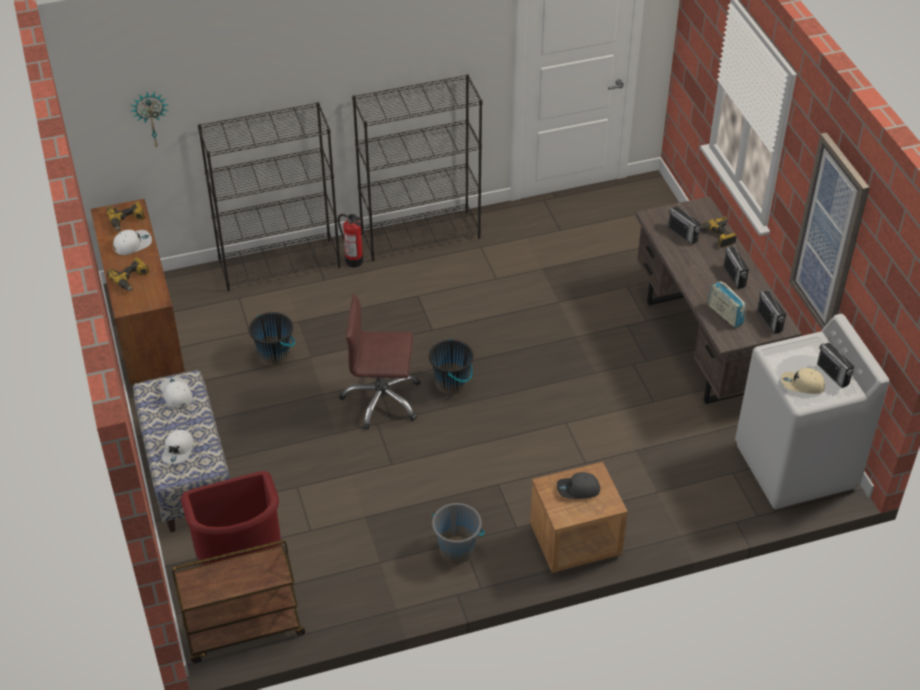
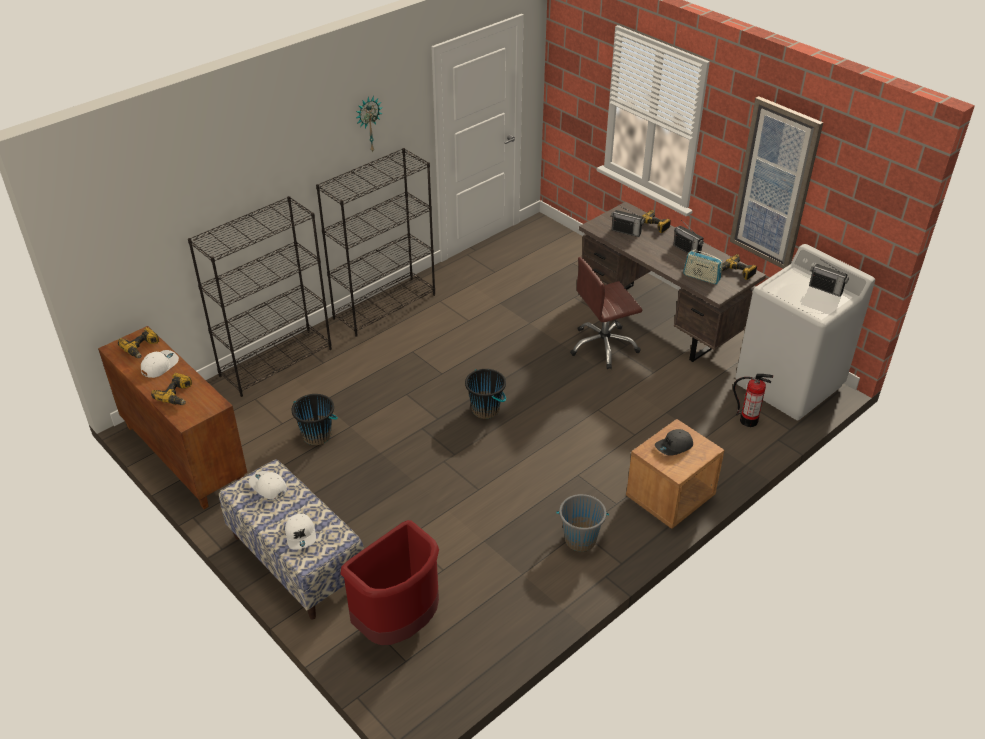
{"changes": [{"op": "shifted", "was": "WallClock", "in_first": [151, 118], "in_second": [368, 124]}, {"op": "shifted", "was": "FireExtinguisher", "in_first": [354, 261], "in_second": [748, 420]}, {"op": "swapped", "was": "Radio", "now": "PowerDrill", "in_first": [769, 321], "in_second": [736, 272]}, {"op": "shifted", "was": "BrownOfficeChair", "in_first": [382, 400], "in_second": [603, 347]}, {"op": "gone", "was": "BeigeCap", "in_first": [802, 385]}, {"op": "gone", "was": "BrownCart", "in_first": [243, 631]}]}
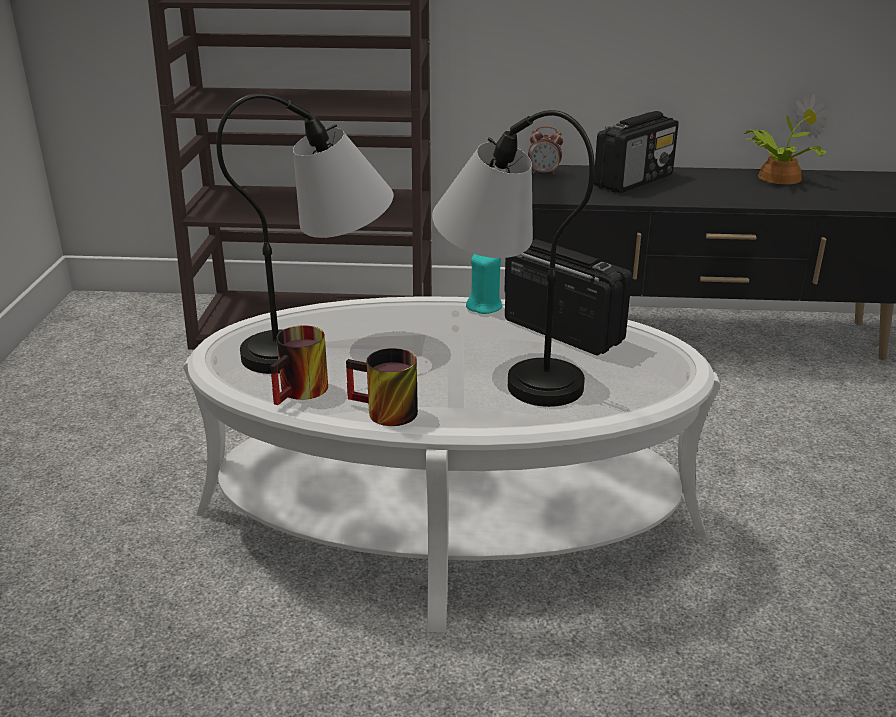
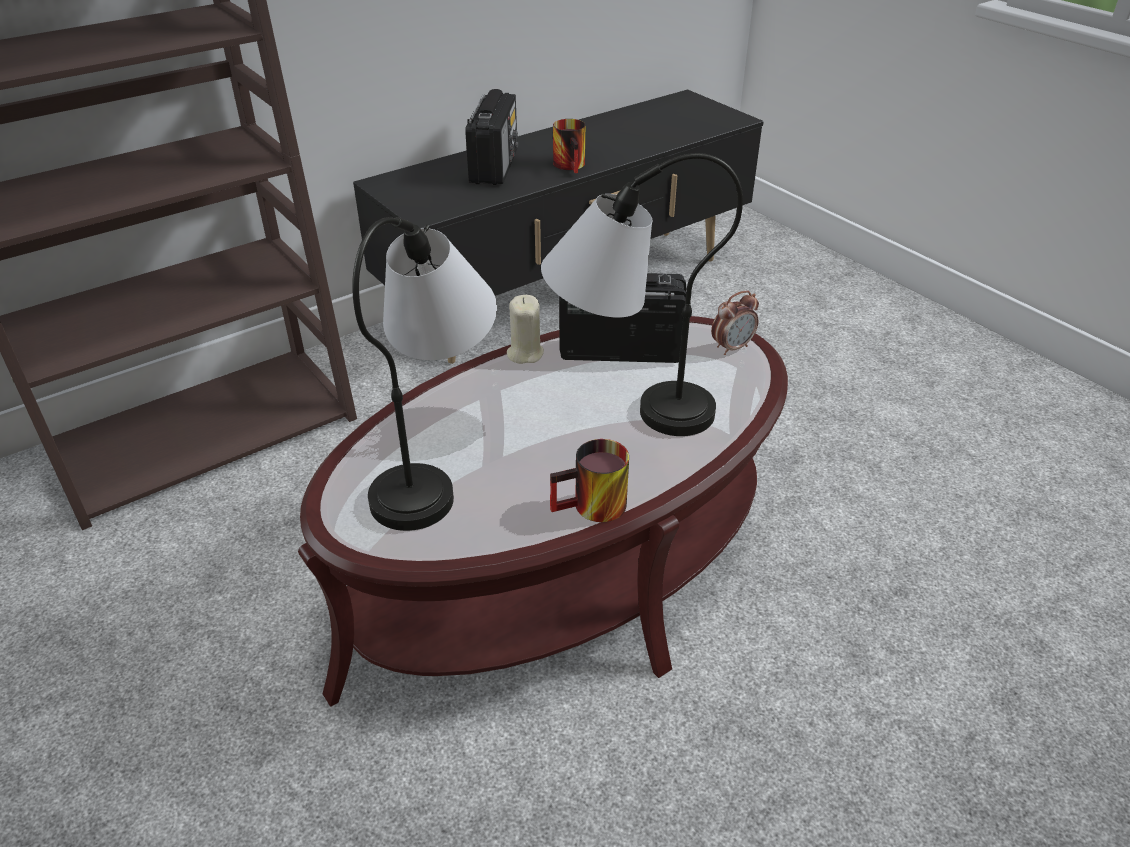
{"changes": [{"op": "gone", "was": "PottedPlant", "in_first": [776, 177]}, {"op": "shifted", "was": "AlarmClock", "in_first": [544, 173], "in_second": [732, 347]}, {"op": "repainted", "was": "TurquoiseCandle", "now": "BeigeCandle", "in_first": [484, 306], "in_second": [525, 353]}, {"op": "repainted", "was": "WhiteCoffeeTable", "now": "BrownCoffeeTable", "in_first": [448, 522], "in_second": [565, 570]}, {"op": "shifted", "was": "Mug", "in_first": [303, 392], "in_second": [573, 165]}]}
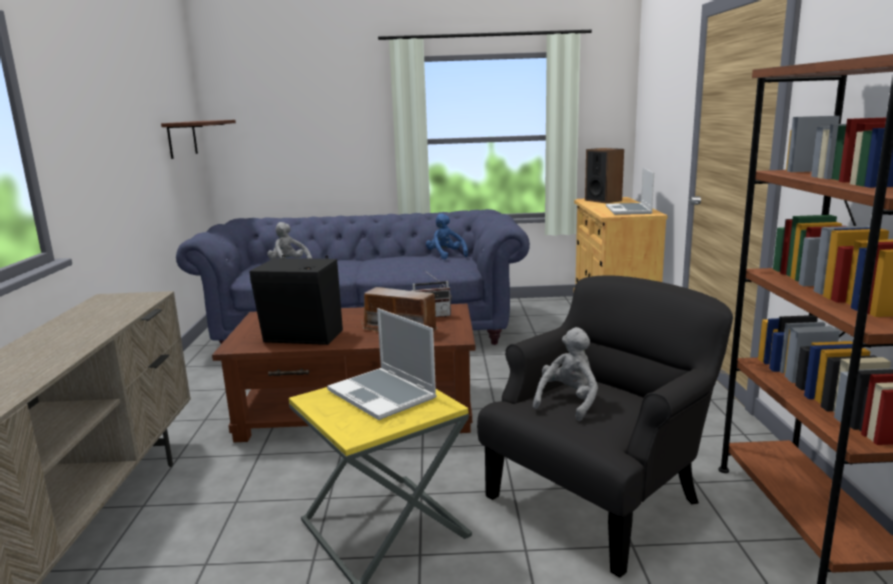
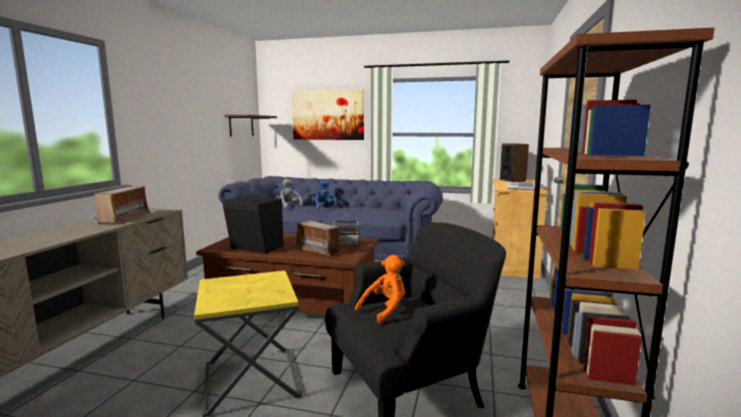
{"changes": [{"op": "shifted", "was": "BluePlushToy", "in_first": [445, 255], "in_second": [324, 207]}, {"op": "gone", "was": "Laptop", "in_first": [383, 395]}, {"op": "repainted", "was": "GreyPlushToy", "now": "OrangePlushToy", "in_first": [568, 402], "in_second": [385, 310]}, {"op": "new", "now": "Picture", "in_second": [328, 115]}, {"op": "new", "now": "Radio", "in_second": [124, 218]}]}
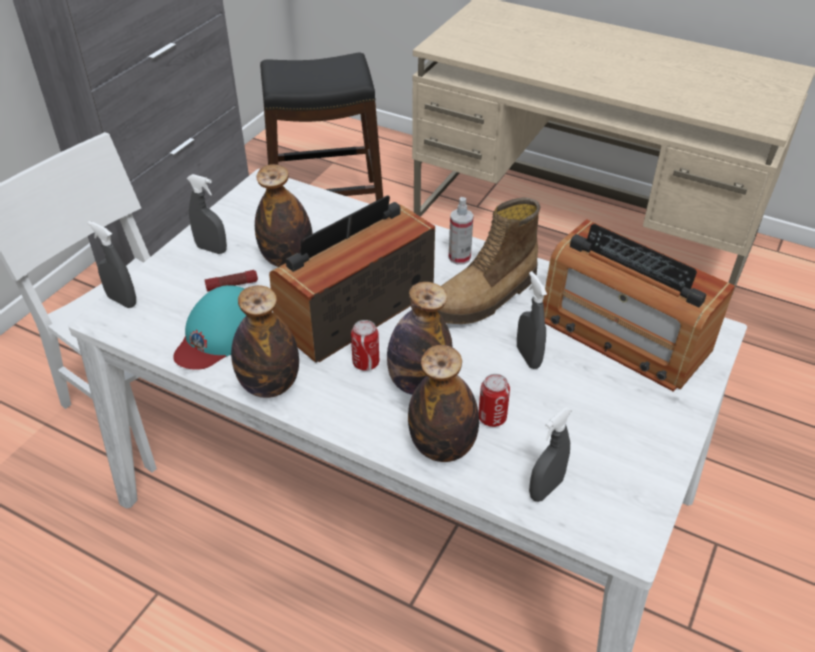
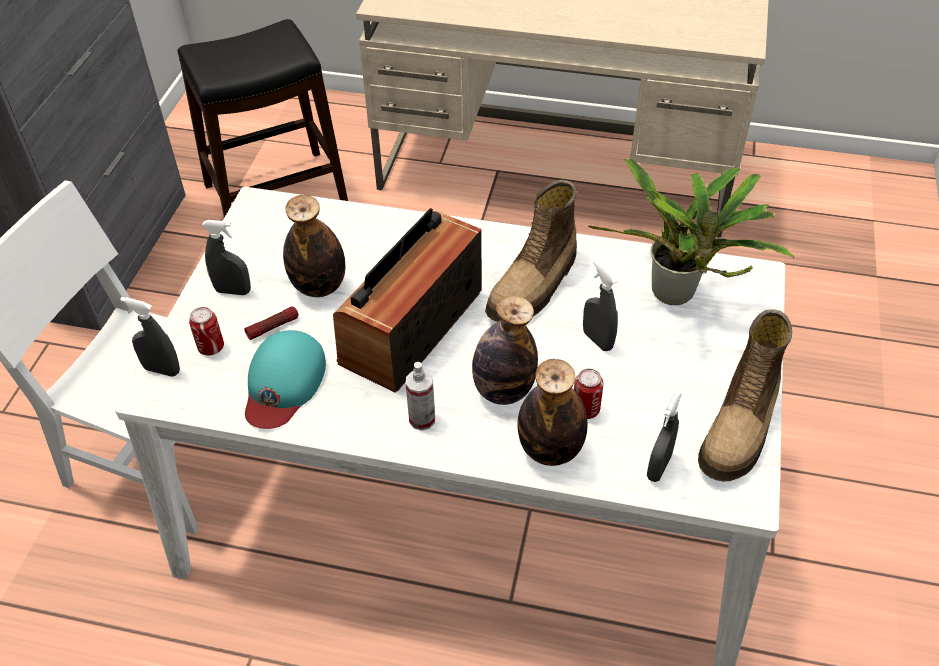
{"changes": [{"op": "shifted", "was": "SprayBottle", "in_first": [459, 257], "in_second": [422, 419]}, {"op": "swapped", "was": "Radio", "now": "PottedPlant", "in_first": [623, 334], "in_second": [677, 297]}, {"op": "gone", "was": "Bottle", "in_first": [270, 385]}, {"op": "shifted", "was": "Can", "in_first": [366, 363], "in_second": [211, 347]}, {"op": "new", "now": "Boot", "in_second": [740, 428]}]}
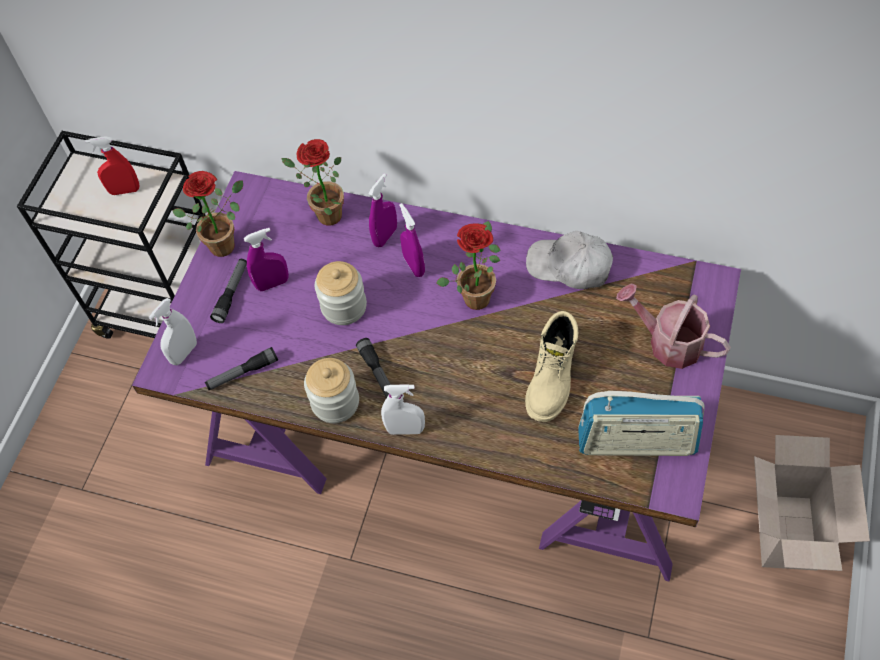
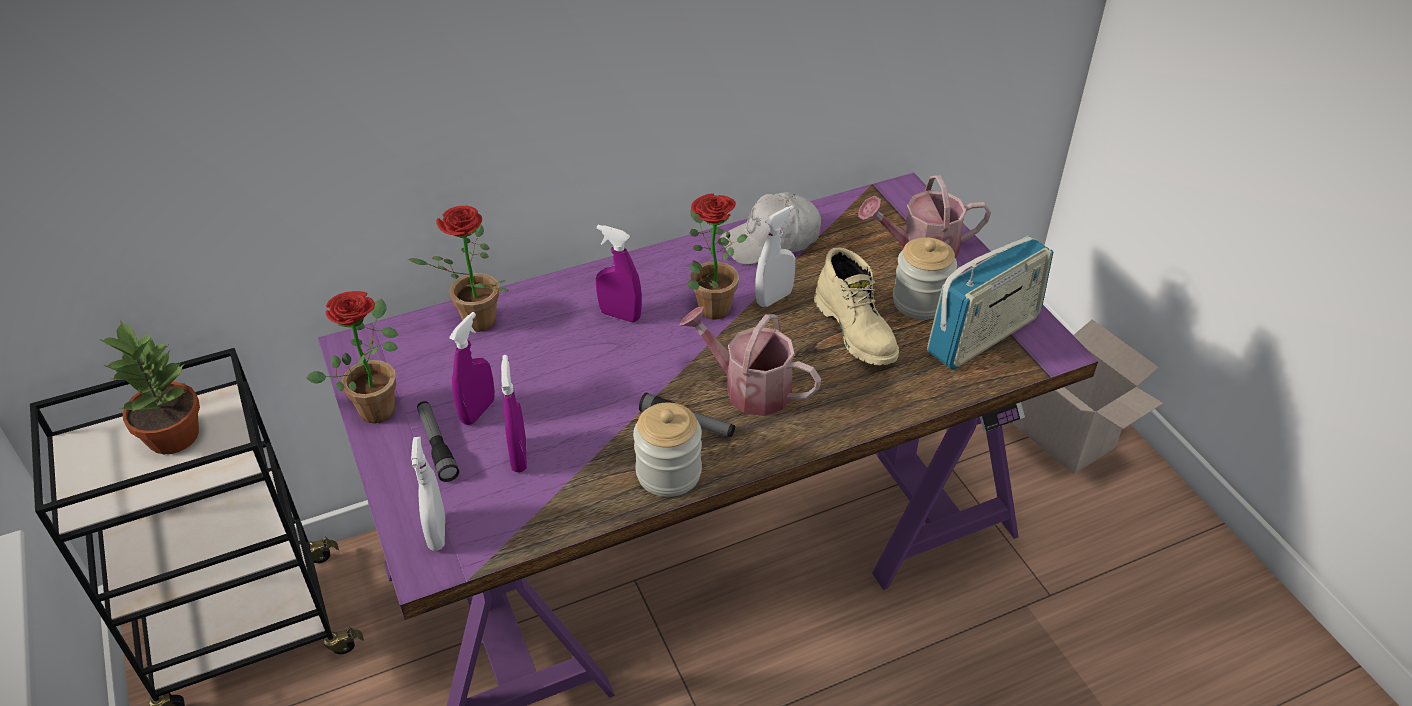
{"changes": [{"op": "swapped", "was": "RedSprayBottle", "now": "PottedPlant", "in_first": [124, 190], "in_second": [172, 435]}, {"op": "shifted", "was": "PurpleSprayBottle", "in_first": [385, 236], "in_second": [519, 456]}, {"op": "shifted", "was": "Jar", "in_first": [344, 306], "in_second": [920, 302]}, {"op": "gone", "was": "Flashlight", "in_first": [242, 373]}, {"op": "shifted", "was": "WhiteSprayBottle", "in_first": [405, 430], "in_second": [774, 298]}, {"op": "new", "now": "WateringCan", "in_second": [749, 388]}]}
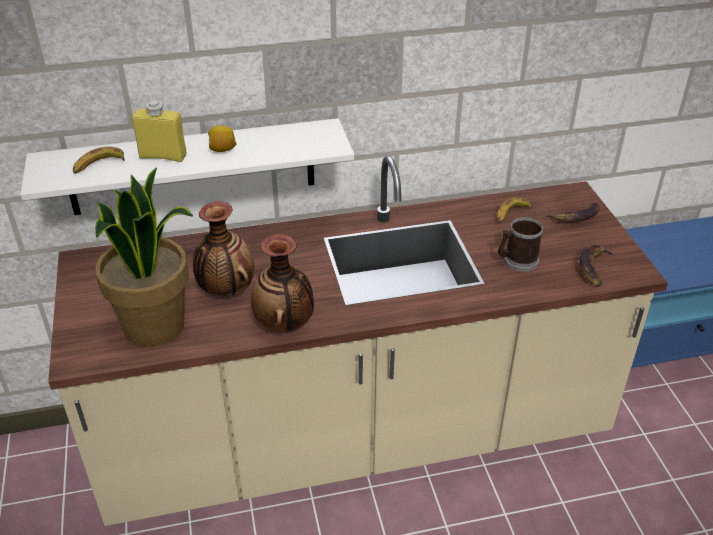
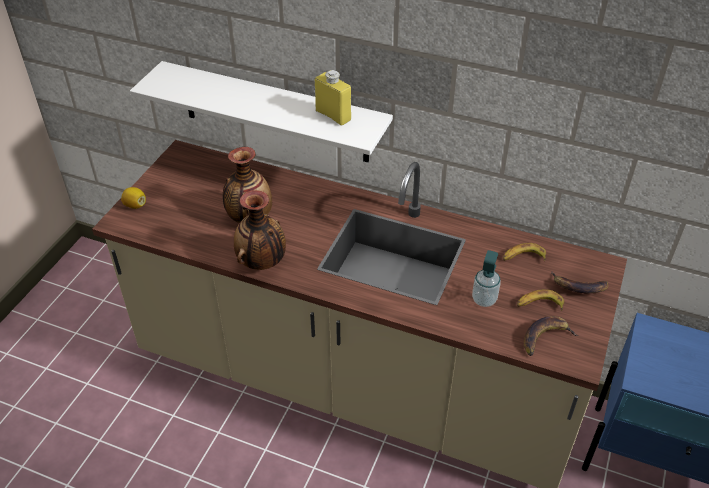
{"changes": [{"op": "shifted", "was": "YellowBottle", "in_first": [163, 156], "in_second": [333, 115]}, {"op": "shifted", "was": "Lemon", "in_first": [222, 150], "in_second": [135, 205]}, {"op": "shifted", "was": "Banana", "in_first": [98, 165], "in_second": [539, 305]}, {"op": "gone", "was": "PottedPlant", "in_first": [156, 326]}, {"op": "swapped", "was": "Mug", "now": "SoapDispenser", "in_first": [517, 261], "in_second": [484, 299]}]}
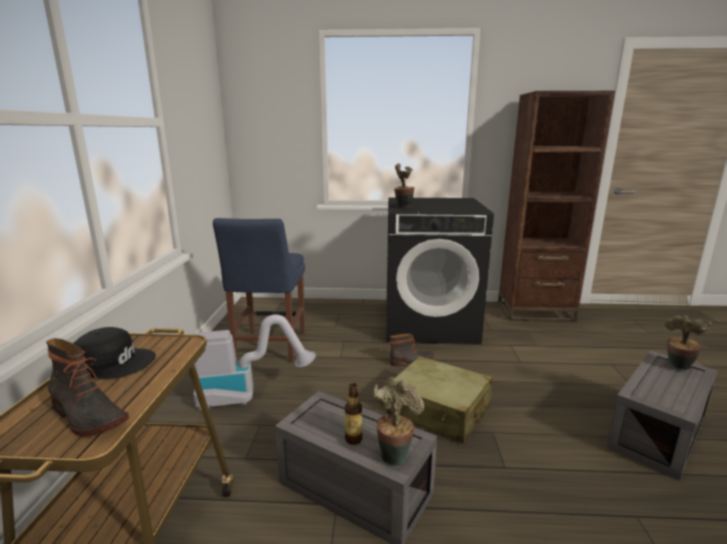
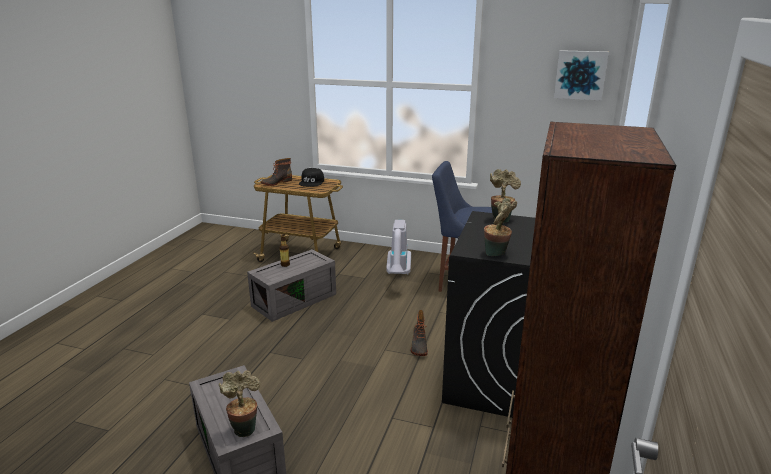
{"changes": [{"op": "gone", "was": "BeigeSuitcase", "in_first": [439, 410]}, {"op": "shifted", "was": "PottedPlant", "in_first": [395, 454], "in_second": [497, 254]}, {"op": "new", "now": "Picture", "in_second": [580, 75]}]}
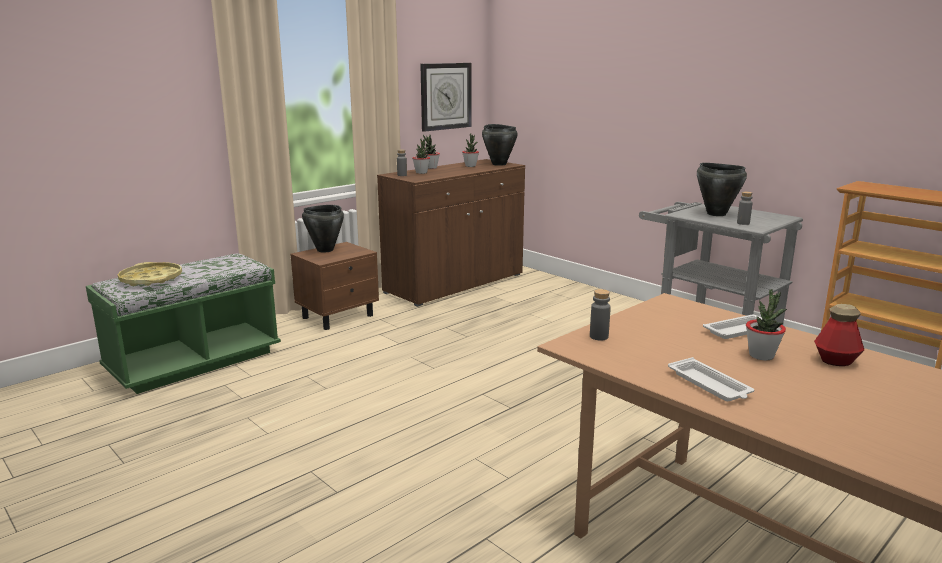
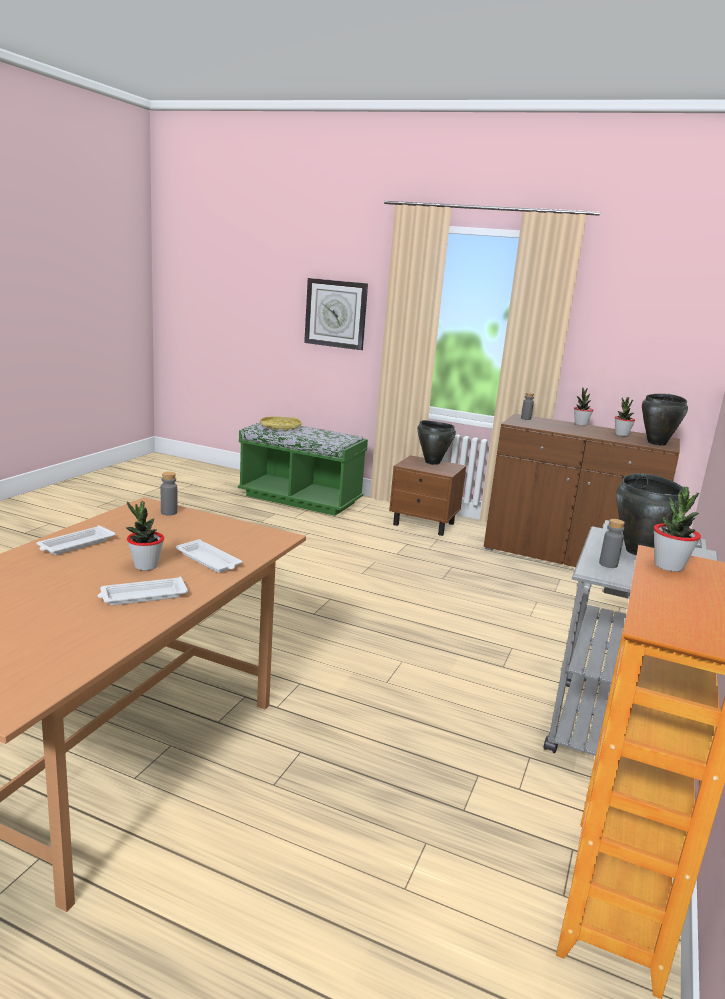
{"changes": [{"op": "shifted", "was": "WallClock", "in_first": [445, 96], "in_second": [336, 313]}, {"op": "shifted", "was": "PottedPlant", "in_first": [421, 172], "in_second": [668, 566]}, {"op": "swapped", "was": "Bottle", "now": "WhiteTray", "in_first": [836, 361], "in_second": [142, 596]}]}
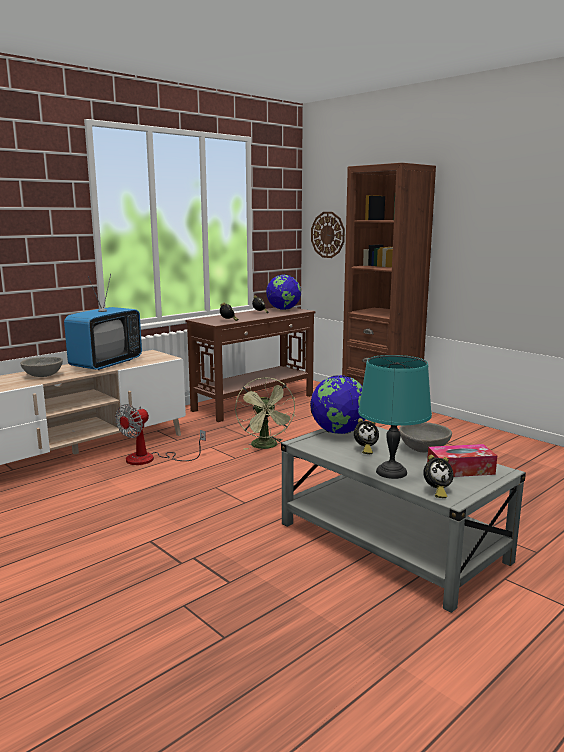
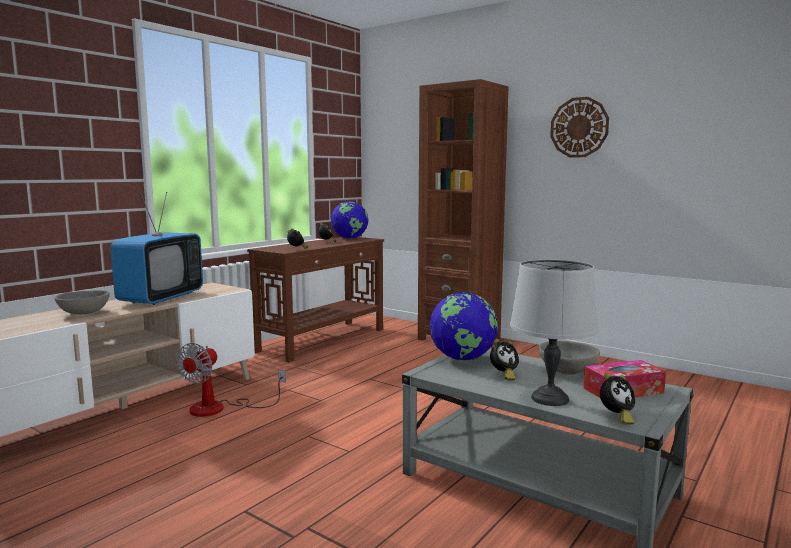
{"changes": [{"op": "shifted", "was": "WallClock", "in_first": [328, 234], "in_second": [579, 127]}, {"op": "repainted", "was": "TurquoiseTableLamp", "now": "GreyTableLamp", "in_first": [391, 472], "in_second": [549, 399]}, {"op": "gone", "was": "GreenFan", "in_first": [266, 446]}]}
